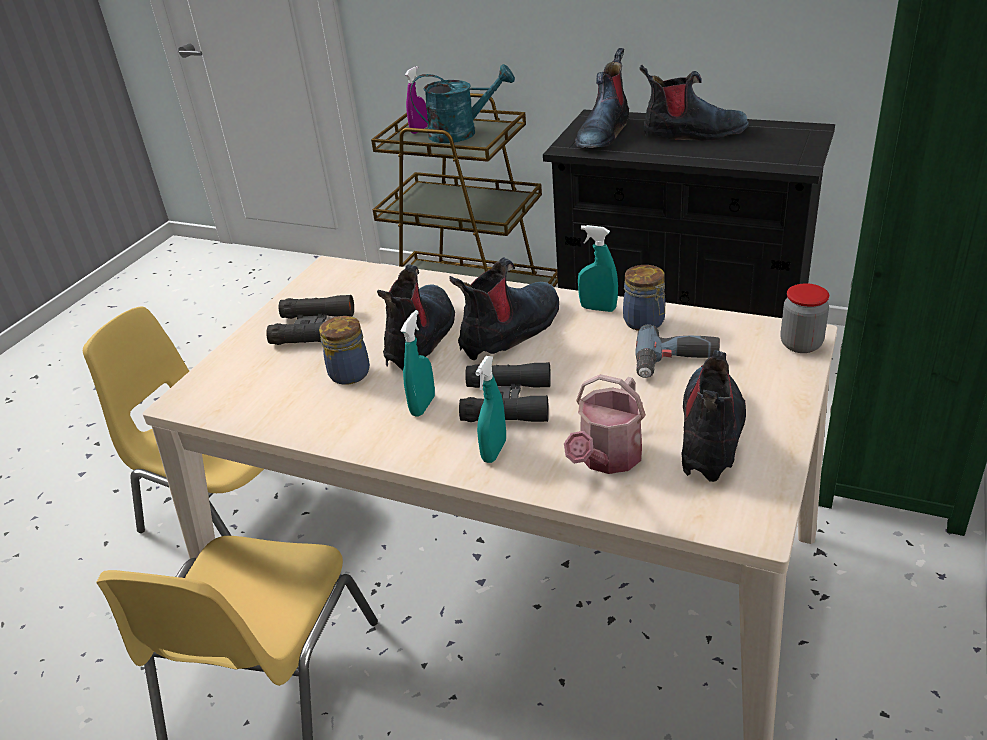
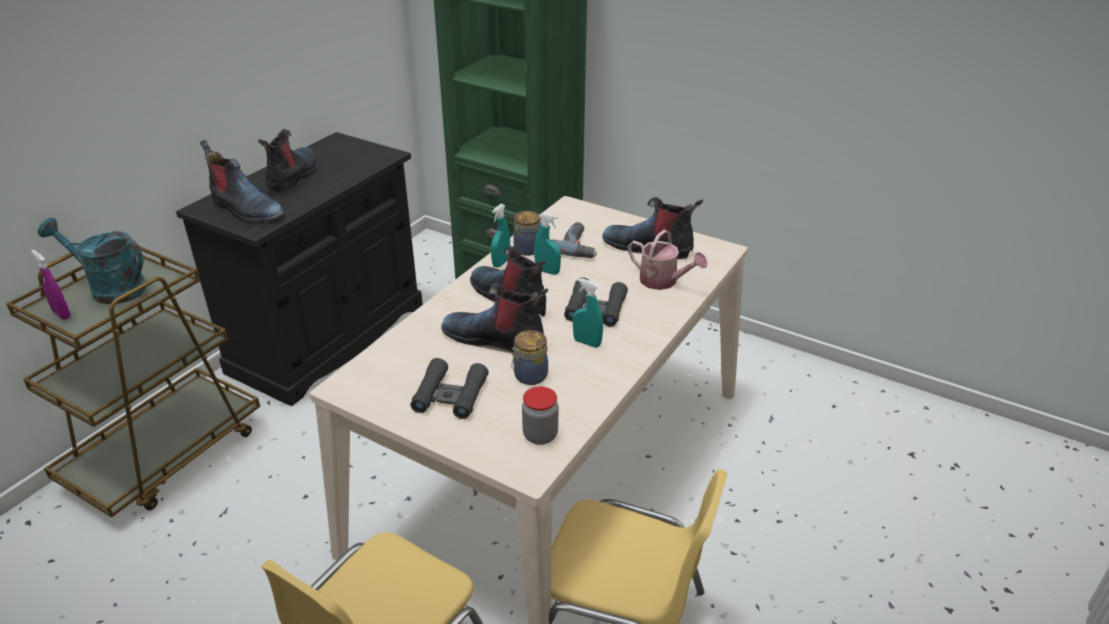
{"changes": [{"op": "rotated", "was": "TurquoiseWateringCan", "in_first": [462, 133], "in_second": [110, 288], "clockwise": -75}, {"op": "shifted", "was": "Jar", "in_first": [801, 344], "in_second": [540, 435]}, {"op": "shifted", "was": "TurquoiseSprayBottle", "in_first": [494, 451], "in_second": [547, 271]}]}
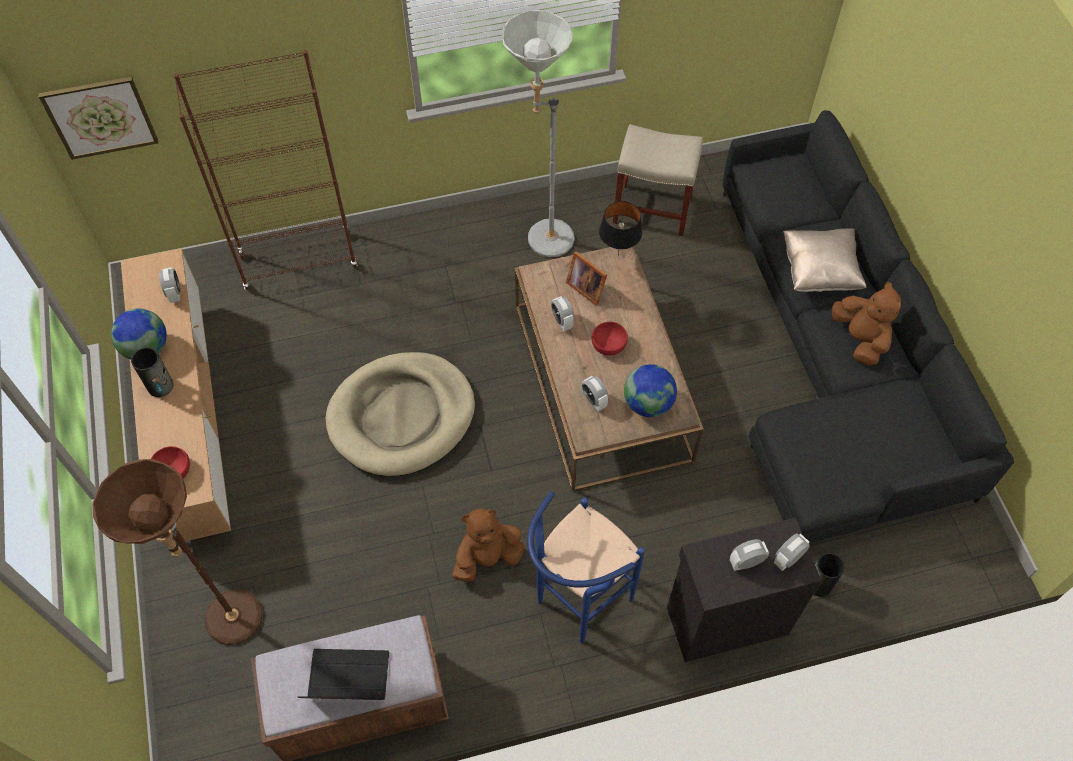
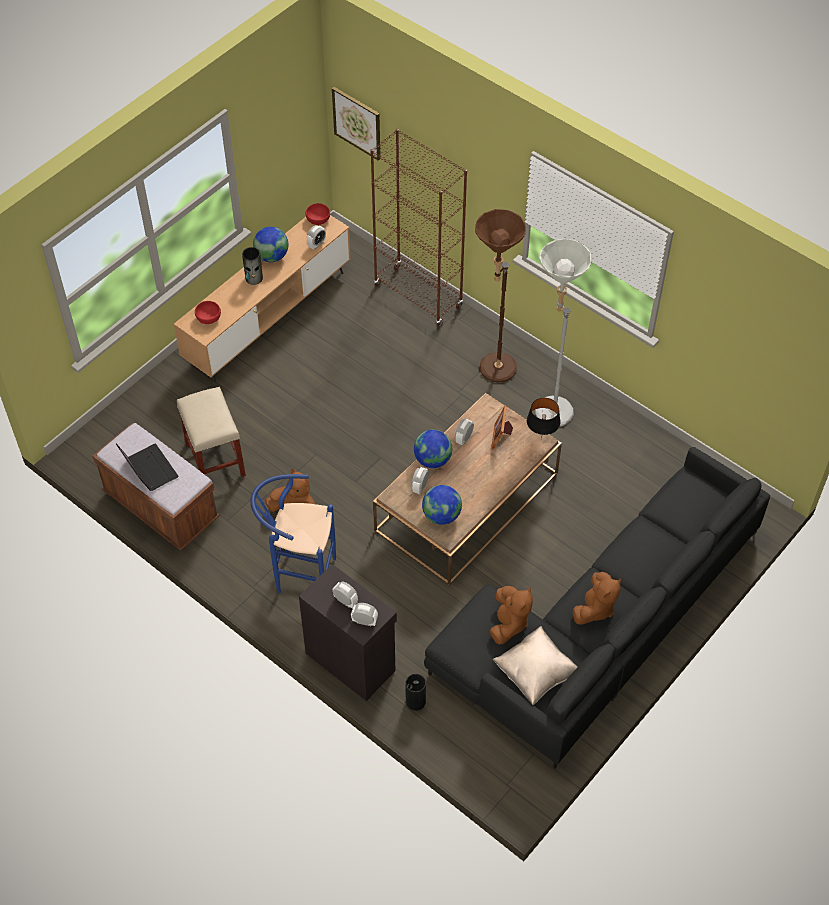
{"changes": [{"op": "shifted", "was": "BeigeStool", "in_first": [653, 209], "in_second": [215, 460]}, {"op": "shifted", "was": "BeigePillow", "in_first": [819, 271], "in_second": [535, 673]}, {"op": "shifted", "was": "RedBowl", "in_first": [609, 344], "in_second": [318, 219]}, {"op": "gone", "was": "BeigeDogBed", "in_first": [402, 416]}, {"op": "shifted", "was": "BrownFloorLamp", "in_first": [235, 629], "in_second": [492, 373]}, {"op": "new", "now": "Globe", "in_second": [432, 460]}, {"op": "new", "now": "BrownPlushToy", "in_second": [509, 623]}]}
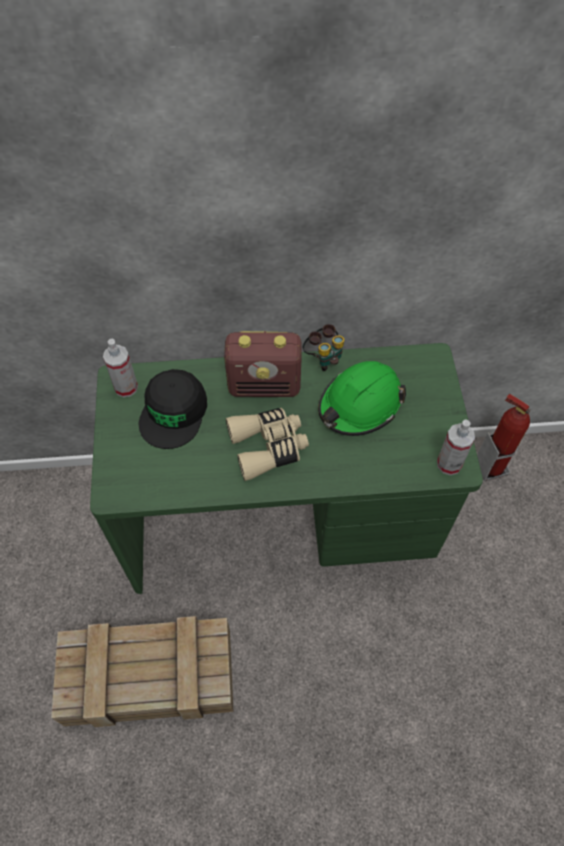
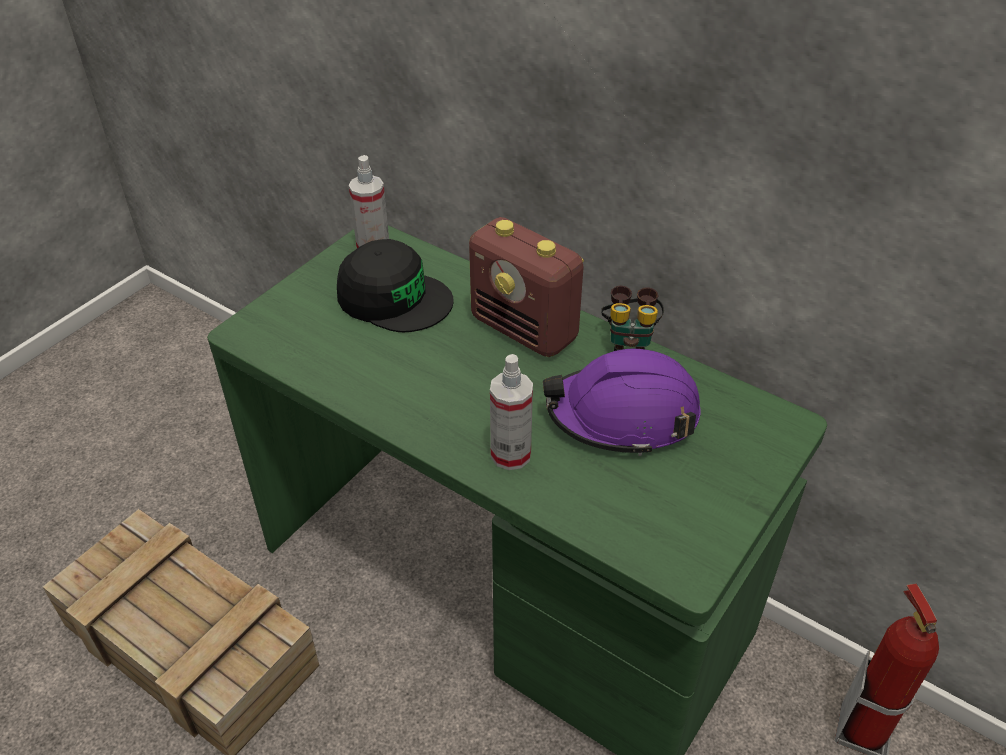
{"changes": [{"op": "repainted", "was": "GreenHardHat", "now": "PurpleHardHat", "in_first": [360, 405], "in_second": [622, 415]}, {"op": "rotated", "was": "BlackCap", "in_first": [174, 412], "in_second": [394, 298], "clockwise": -120}, {"op": "gone", "was": "BeigeBinoculars", "in_first": [268, 446]}, {"op": "shifted", "was": "SprayBottle", "in_first": [449, 464], "in_second": [510, 454]}]}
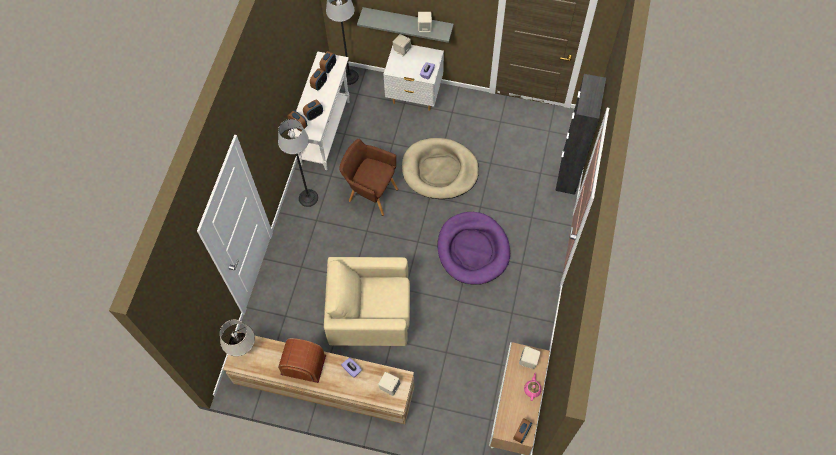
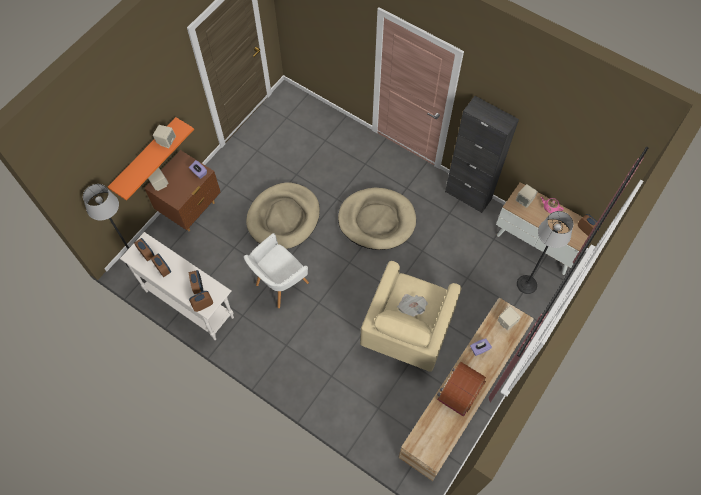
{"changes": [{"op": "repainted", "was": "GreyShelf", "now": "OrangeShelf", "in_first": [408, 22], "in_second": [145, 157]}, {"op": "repainted", "was": "WhiteNightstand", "now": "BrownNightstand", "in_first": [414, 96], "in_second": [191, 210]}, {"op": "shifted", "was": "BlackCabinet", "in_first": [568, 174], "in_second": [468, 195]}, {"op": "shifted", "was": "FloorLamp", "in_first": [308, 197], "in_second": [526, 284]}, {"op": "repainted", "was": "BrownArmchair", "now": "WhiteArmchair", "in_first": [371, 193], "in_second": [280, 285]}, {"op": "repainted", "was": "PurpleDogBed", "now": "BeigeDogBed", "in_first": [473, 249], "in_second": [377, 220]}, {"op": "gone", "was": "BeigeTableLamp", "in_first": [242, 348]}, {"op": "new", "now": "Newspaper", "in_second": [411, 307]}]}
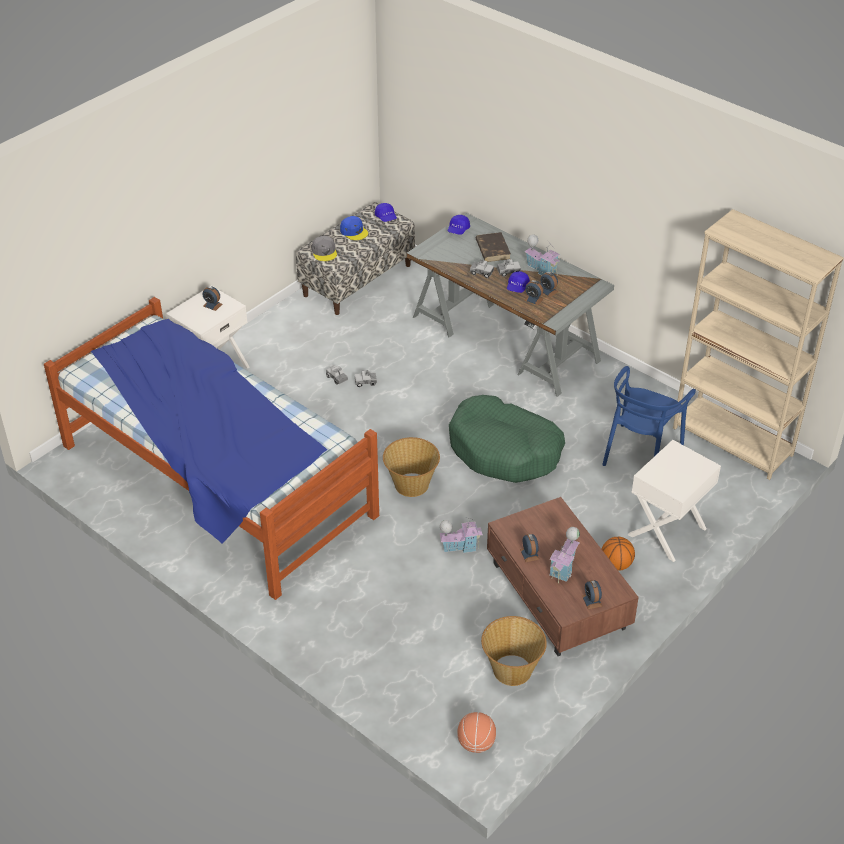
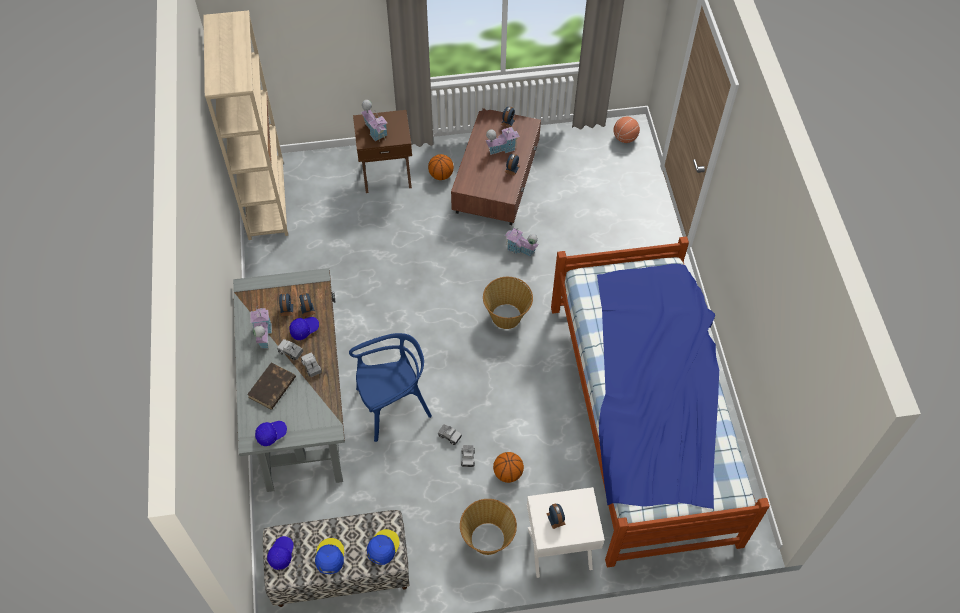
{"changes": [{"op": "repainted", "was": "GreyCap", "now": "BlueCap", "in_first": [324, 252], "in_second": [383, 547]}, {"op": "shifted", "was": "BlueChair", "in_first": [640, 453], "in_second": [393, 405]}, {"op": "gone", "was": "GreenDogBed", "in_first": [504, 450]}, {"op": "repainted", "was": "WhiteNightstand", "now": "BrownNightstand", "in_first": [668, 532], "in_second": [386, 173]}, {"op": "shifted", "was": "Basket", "in_first": [511, 669], "in_second": [487, 539]}, {"op": "new", "now": "ToyHouse", "in_second": [375, 130]}, {"op": "new", "now": "Basketball", "in_second": [508, 473]}]}
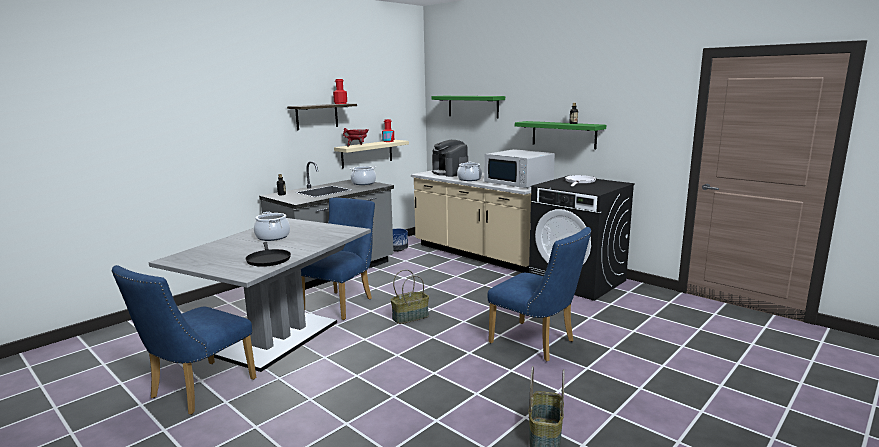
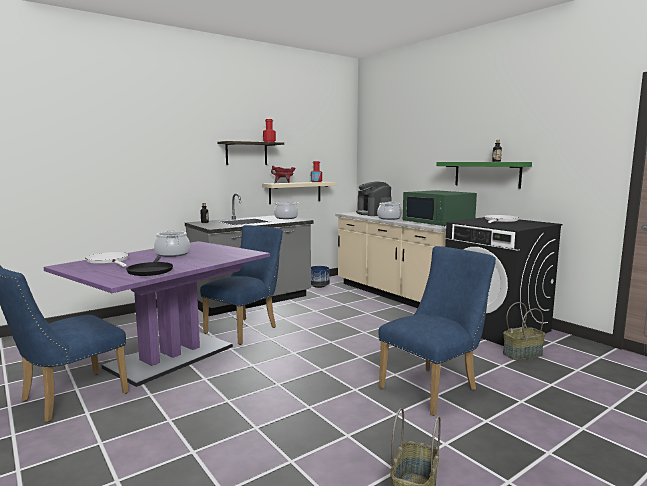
{"changes": [{"op": "gone", "was": "GreenShelf", "in_first": [473, 106]}, {"op": "repainted", "was": "WhiteMicrowave", "now": "GreenMicrowave", "in_first": [519, 182], "in_second": [438, 222]}, {"op": "repainted", "was": "GreyDiningTable", "now": "PurpleDiningTable", "in_first": [279, 339], "in_second": [170, 357]}, {"op": "rotated", "was": "BlueChair", "in_first": [537, 344], "in_second": [434, 388], "clockwise": -90}, {"op": "shifted", "was": "Basket", "in_first": [410, 317], "in_second": [522, 354]}, {"op": "new", "now": "WhiteFryingPan", "in_second": [109, 261]}]}
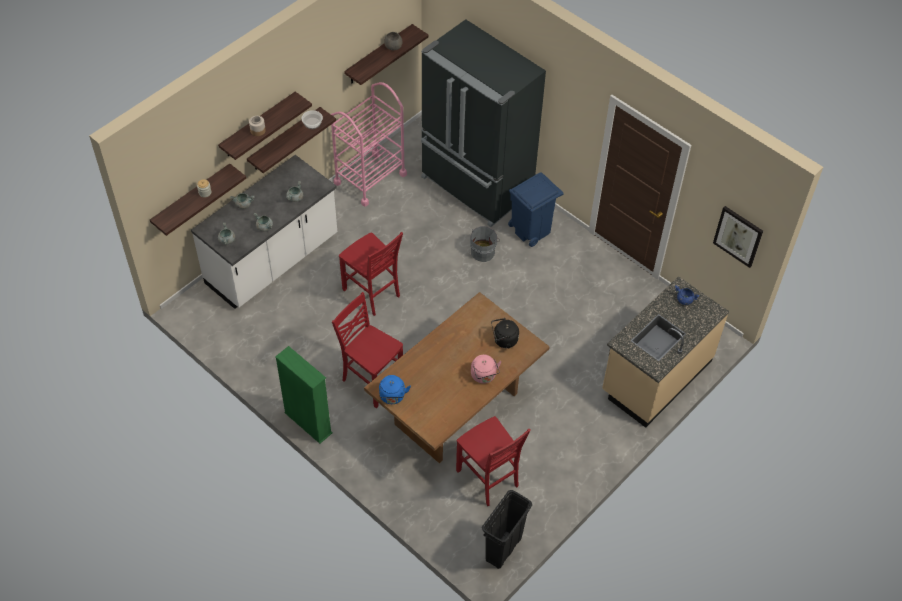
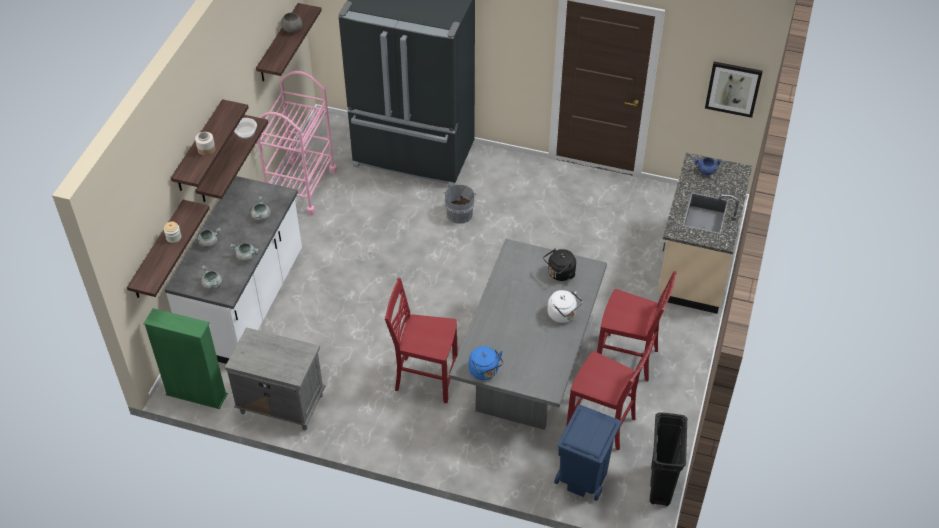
{"changes": [{"op": "shifted", "was": "BlueTrashCan", "in_first": [531, 230], "in_second": [583, 477]}, {"op": "shifted", "was": "RedChair", "in_first": [372, 293], "in_second": [628, 359]}, {"op": "repainted", "was": "BrownDiningTable", "now": "GreyDiningTable", "in_first": [456, 409], "in_second": [528, 371]}, {"op": "shifted", "was": "GreenBookcase", "in_first": [308, 423], "in_second": [196, 394]}, {"op": "repainted", "was": "PinkKettle", "now": "WhiteKettle", "in_first": [484, 376], "in_second": [563, 315]}, {"op": "new", "now": "GreyNightstand", "in_second": [280, 404]}]}
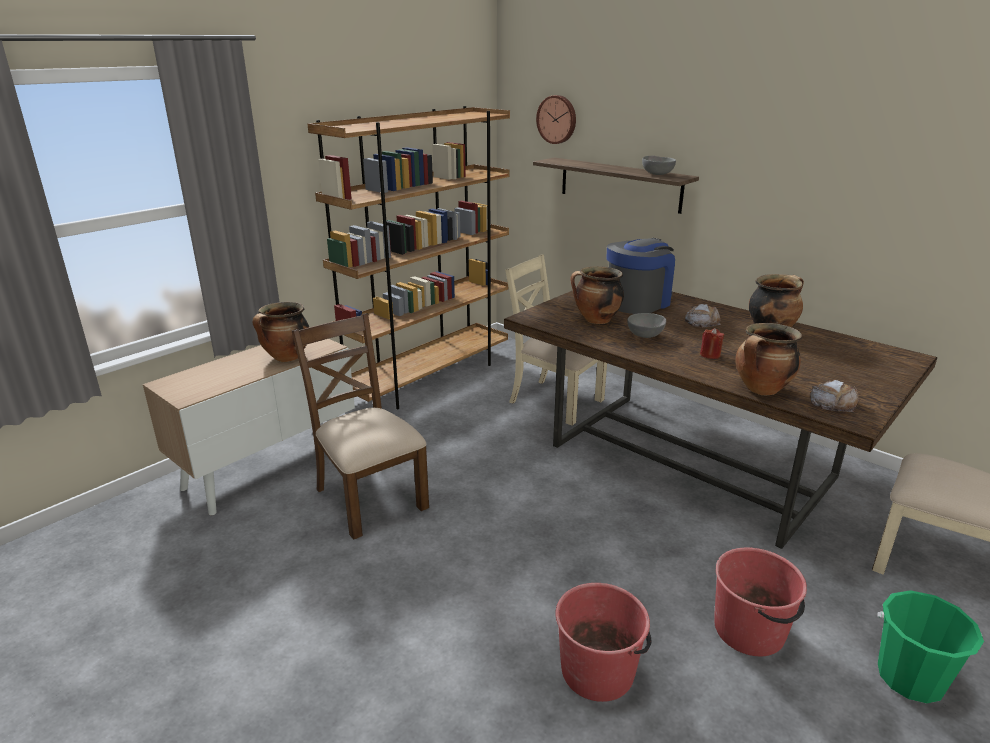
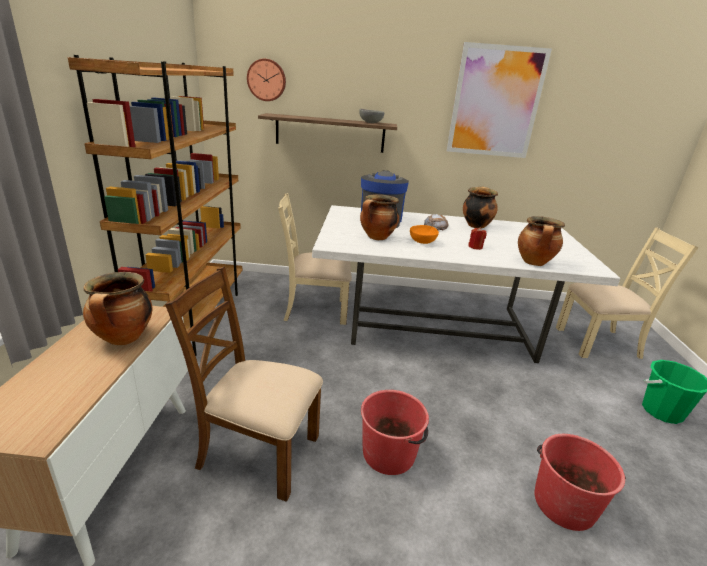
{"changes": [{"op": "repainted", "was": "BrownDiningTable", "now": "WhiteDiningTable", "in_first": [687, 459], "in_second": [436, 325]}, {"op": "repainted", "was": "GreyBowl", "now": "OrangeBowl", "in_first": [646, 336], "in_second": [423, 242]}, {"op": "gone", "was": "Bread", "in_first": [833, 402]}, {"op": "shifted", "was": "RedBucket", "in_first": [750, 630], "in_second": [389, 453]}, {"op": "new", "now": "Picture", "in_second": [495, 102]}]}
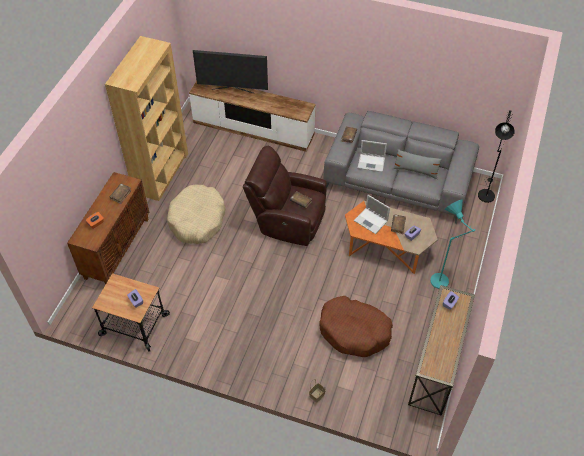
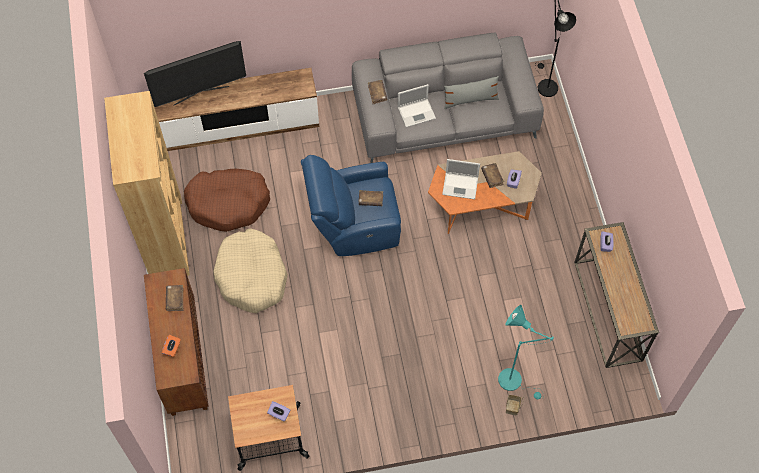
{"changes": [{"op": "repainted", "was": "BrownArmchair", "now": "BlueArmchair", "in_first": [287, 220], "in_second": [353, 224]}, {"op": "shifted", "was": "TurquoiseFloorLamp", "in_first": [442, 283], "in_second": [514, 381]}, {"op": "shifted", "was": "BrownDogBed", "in_first": [354, 331], "in_second": [228, 203]}]}
